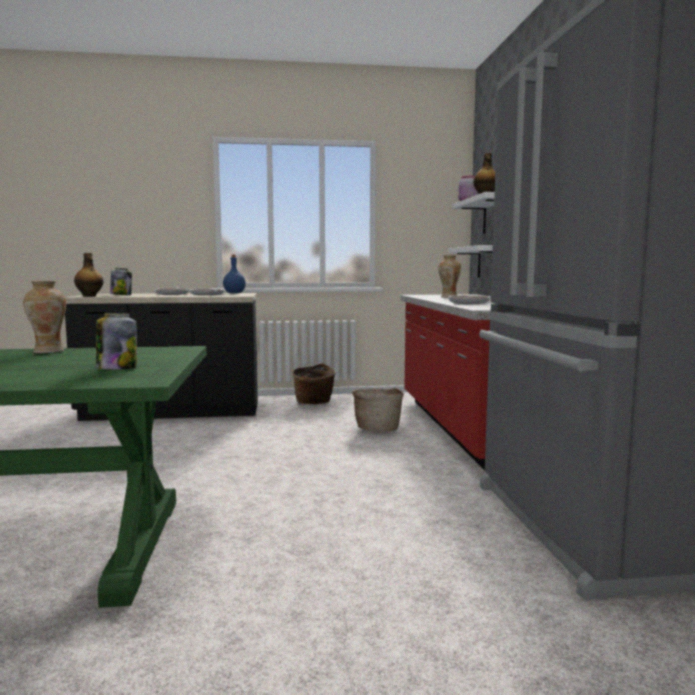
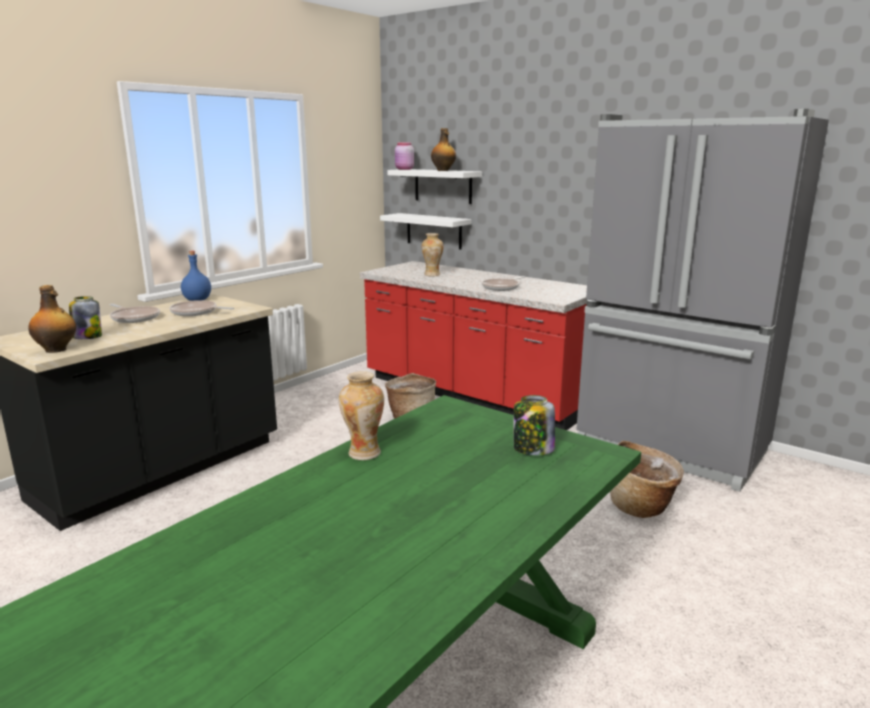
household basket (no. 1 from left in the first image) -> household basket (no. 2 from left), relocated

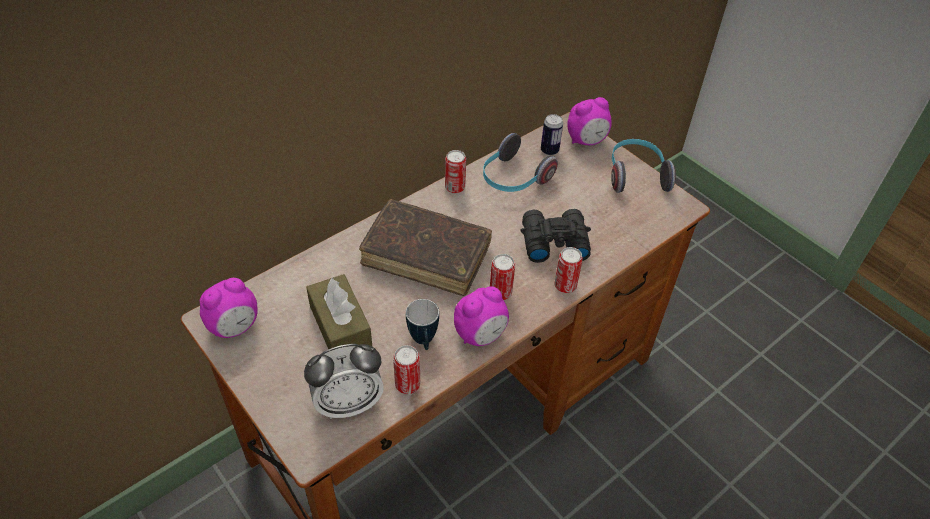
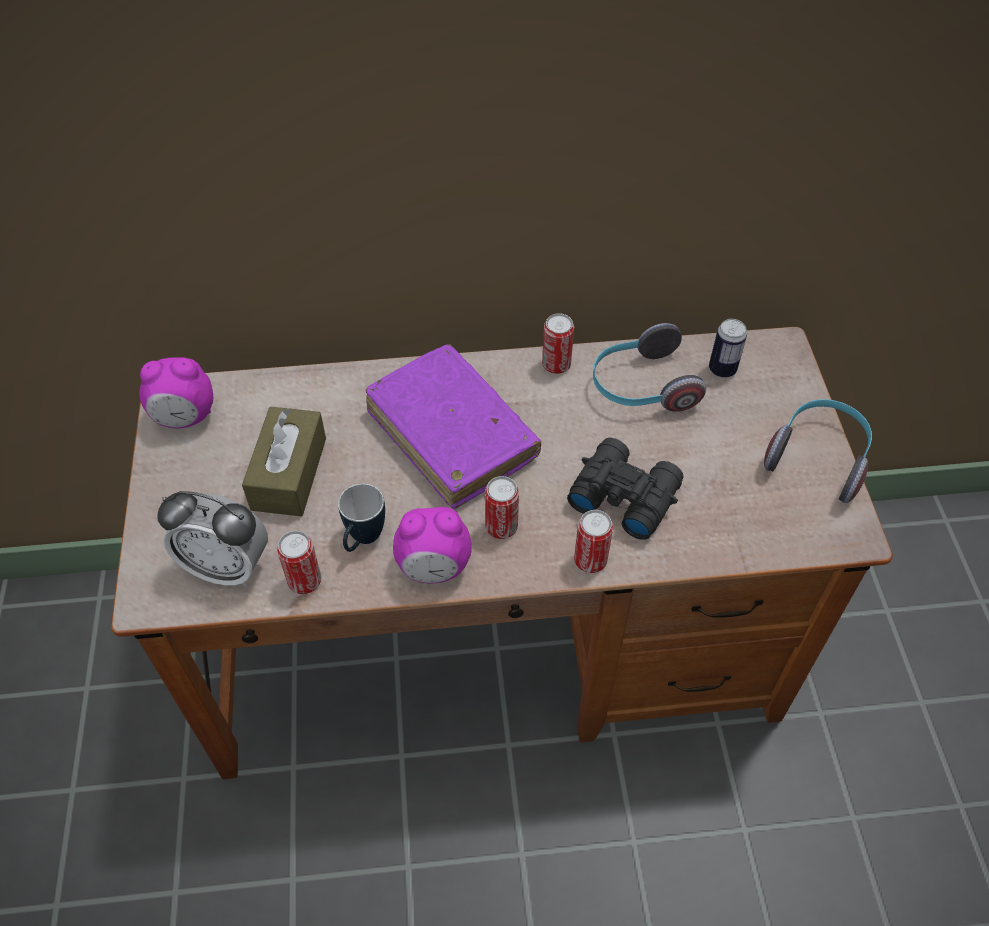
bedside clock (no. 4 from left) -> none
brown-coloured book -> purplish book

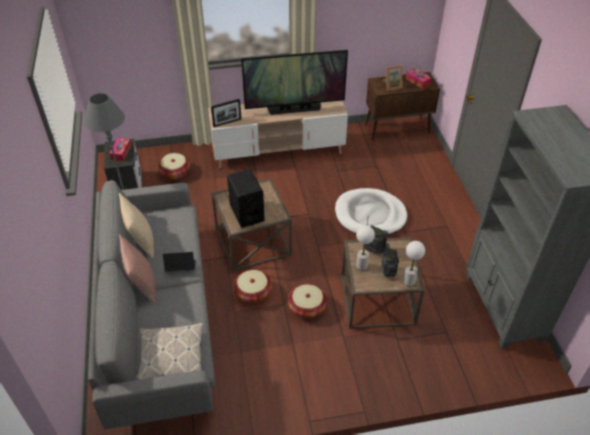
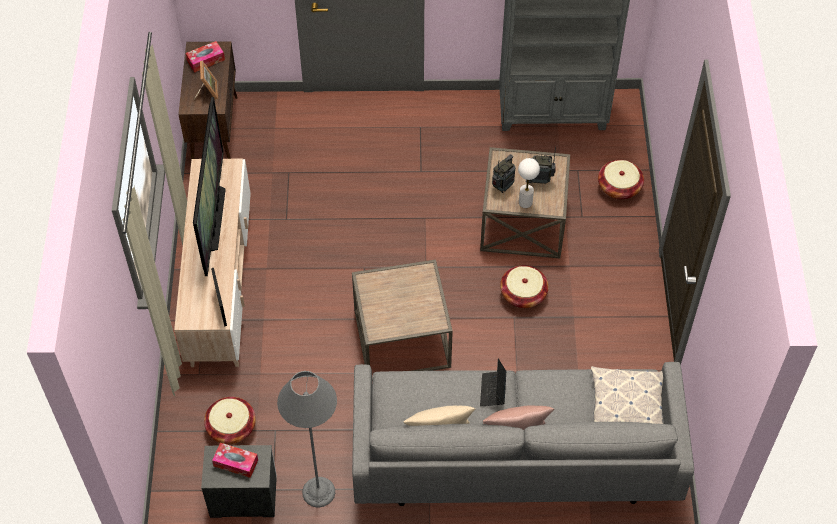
black-coloured speaker -> none
whitish pet bed -> none
whitish table lamp (no. 2 from left) -> none
household basket (no. 2 from left in the first image) -> household basket (no. 3 from left), relocated

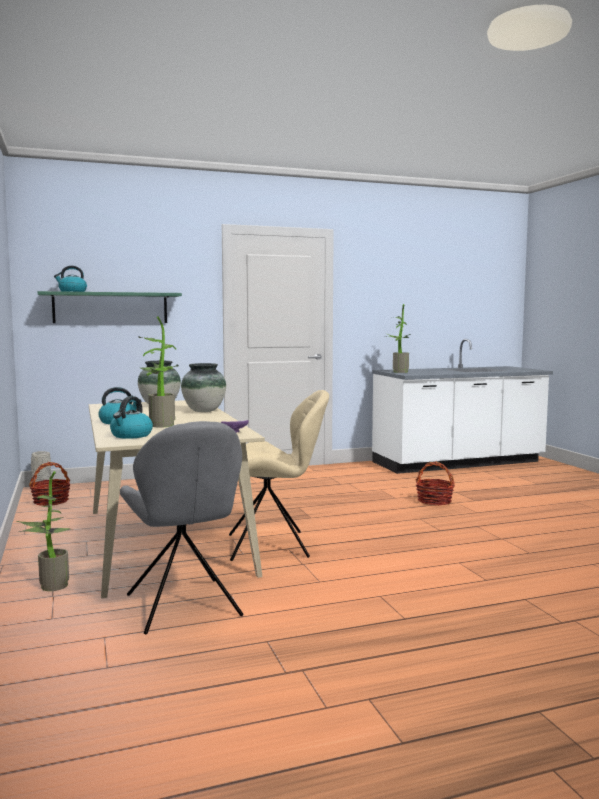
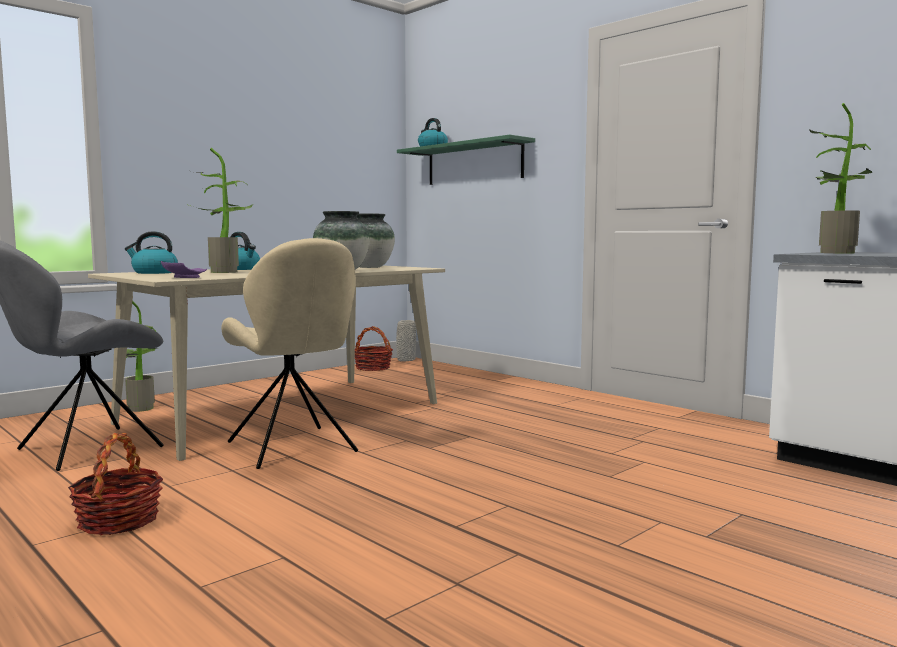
household basket (no. 2 from left in the first image) -> household basket (no. 1 from left), relocated

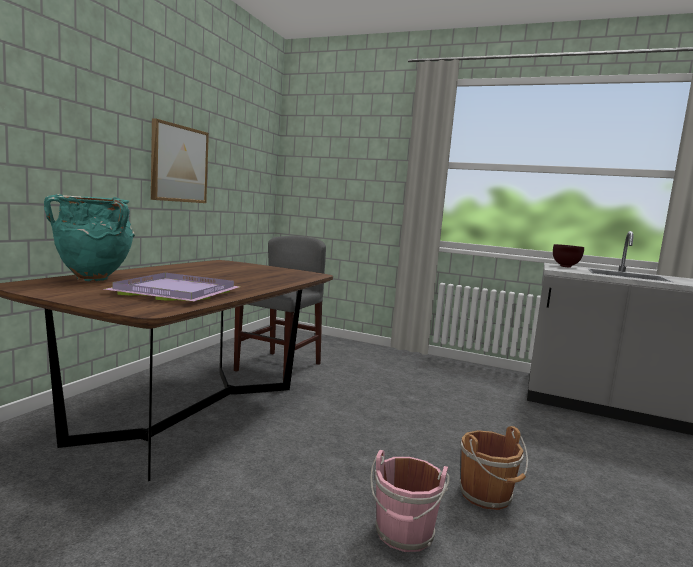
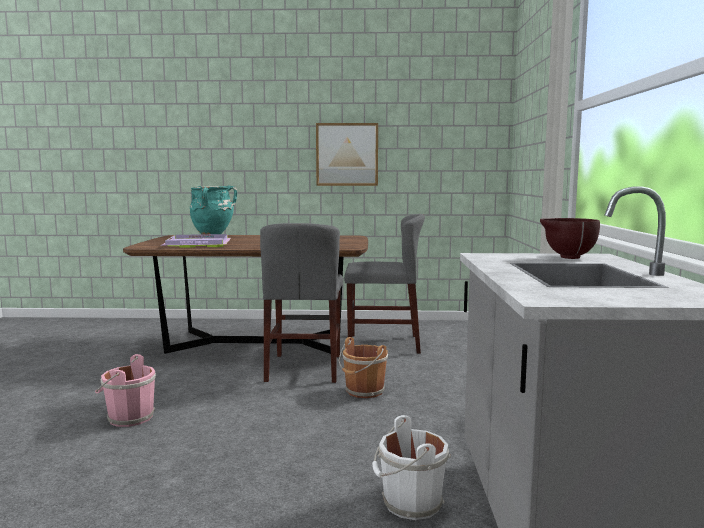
none -> gray chair (no. 1 from left)
none -> whitish pail
brown-coloured pail, relocated

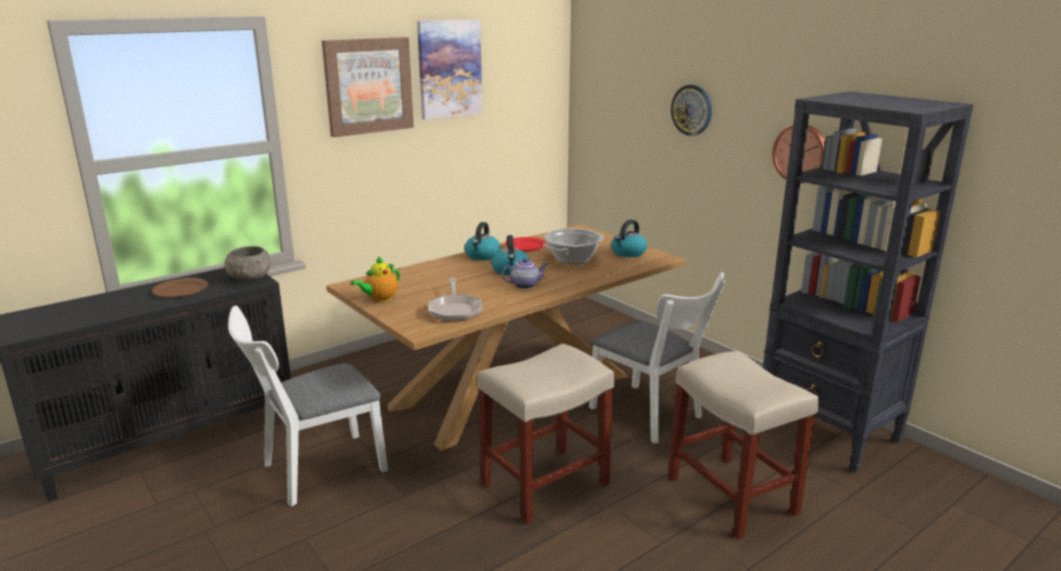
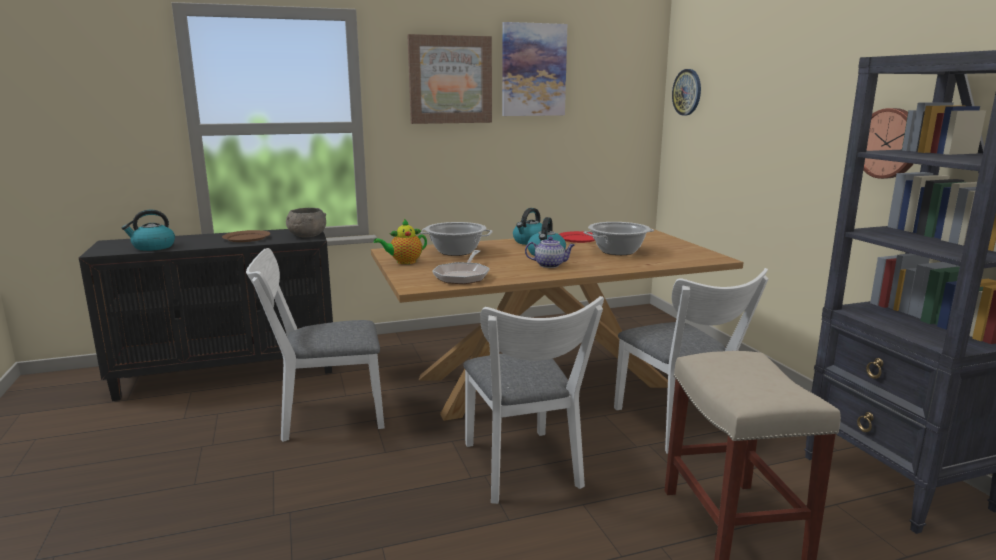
none -> cooking pot (no. 1 from left)
tea kettle (no. 3 from left in the first image) -> tea kettle (no. 1 from left), relocated
clock on the wall (no. 1 from left), relocated
sand-coloured stool seat (no. 1 from left) -> whitish chair (no. 2 from left)

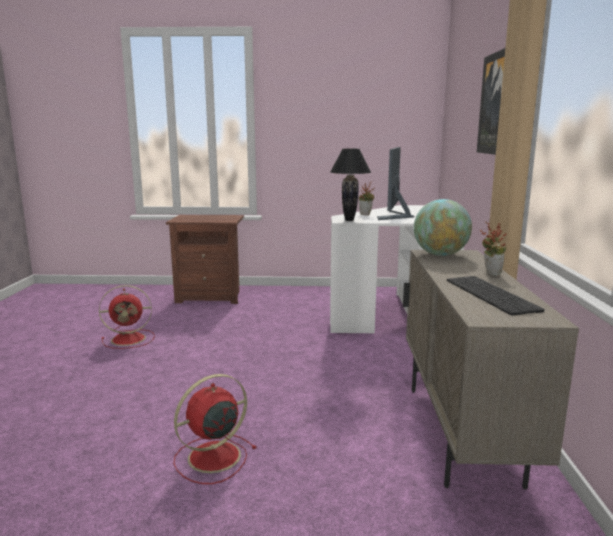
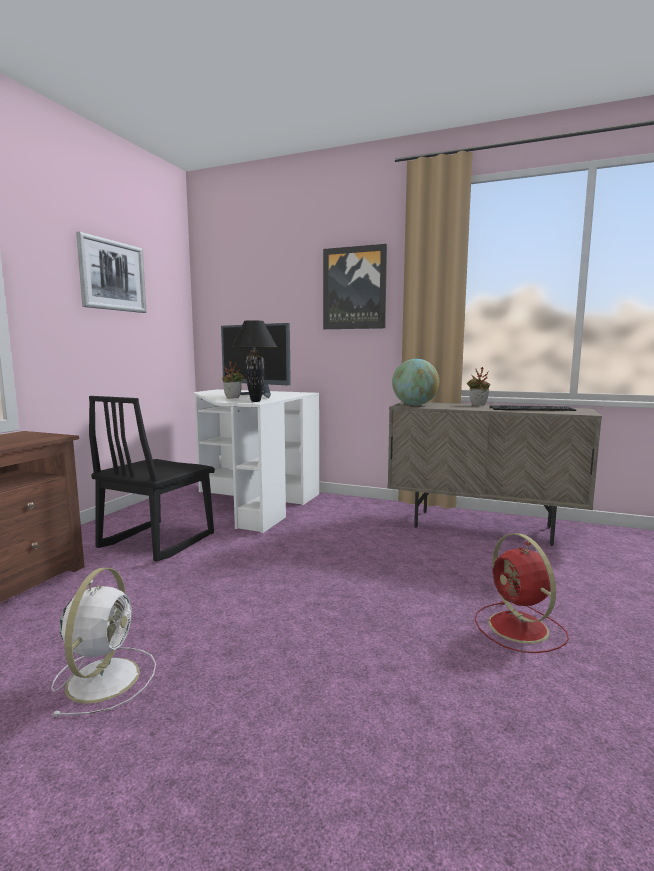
none -> wall picture (no. 1 from left)
none -> black-coloured chair
red cooling fan (no. 1 from left) -> whitish cooling fan

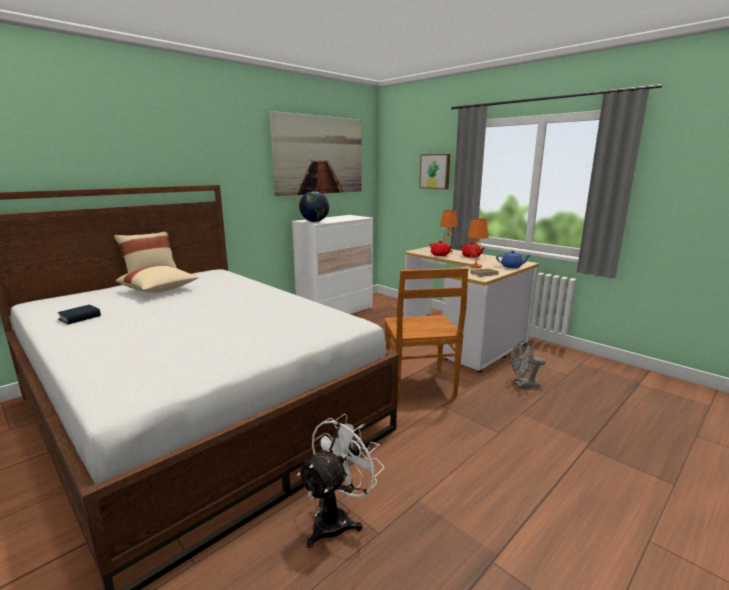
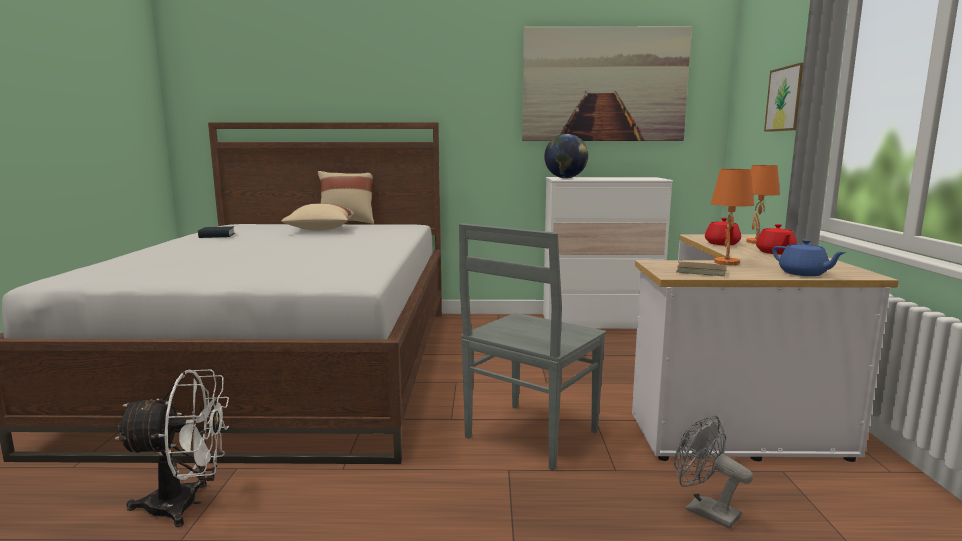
brown-coloured chair -> gray chair

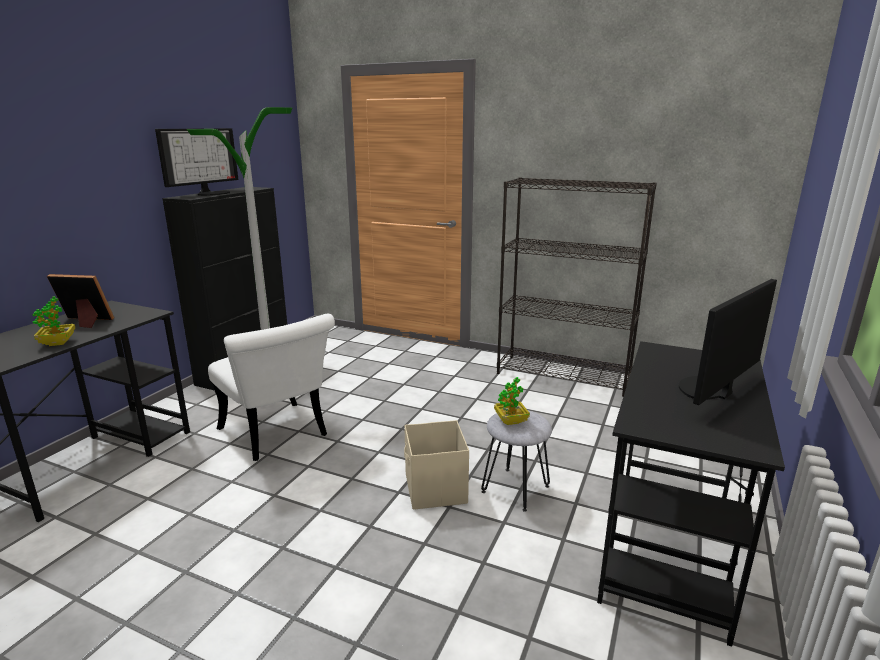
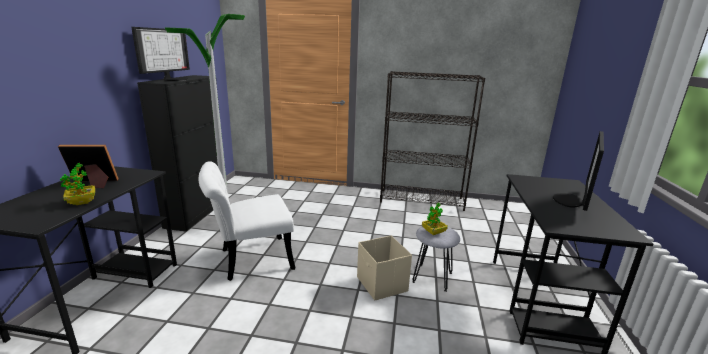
whitish chair, 120 degrees clockwise

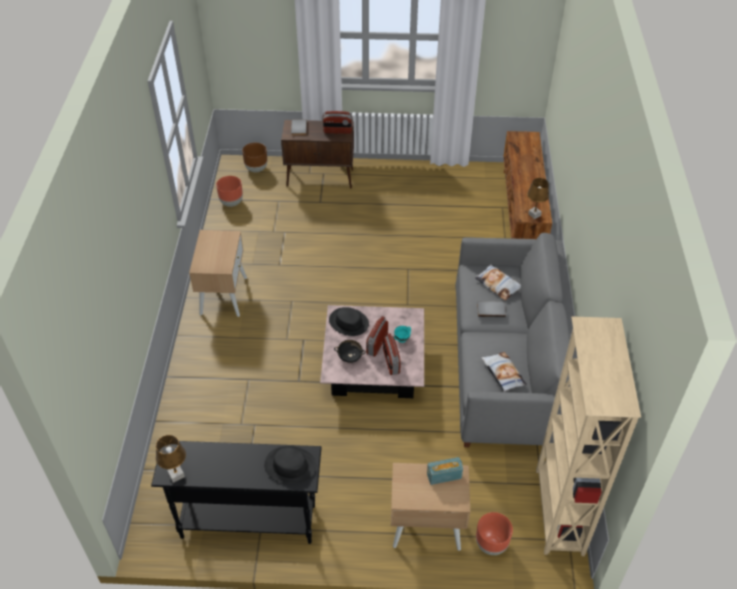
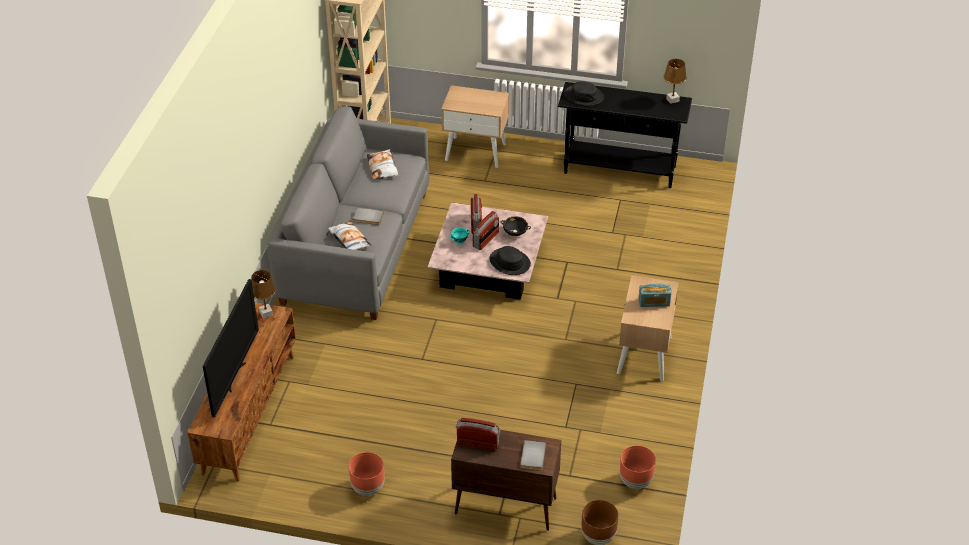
none -> television
radio (no. 4 from left), relocated
brown-coloured flower pot (no. 3 from left in the first image) -> brown-coloured flower pot (no. 1 from left), relocated

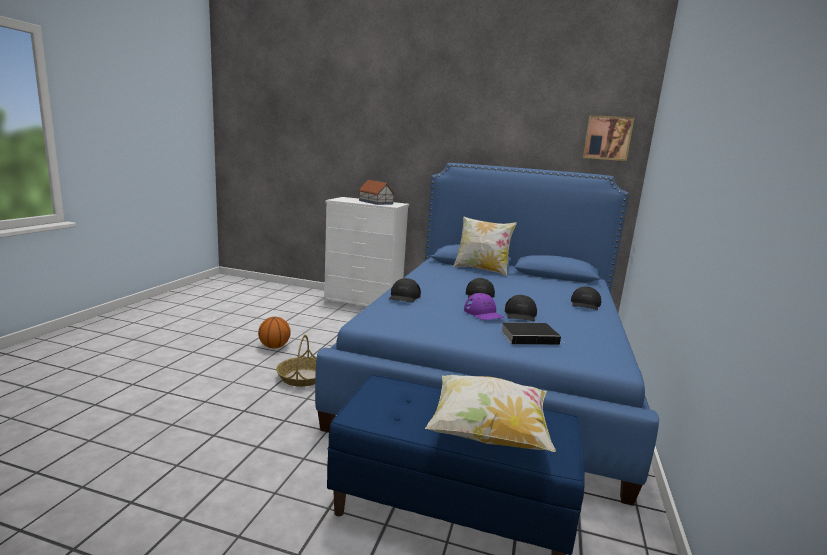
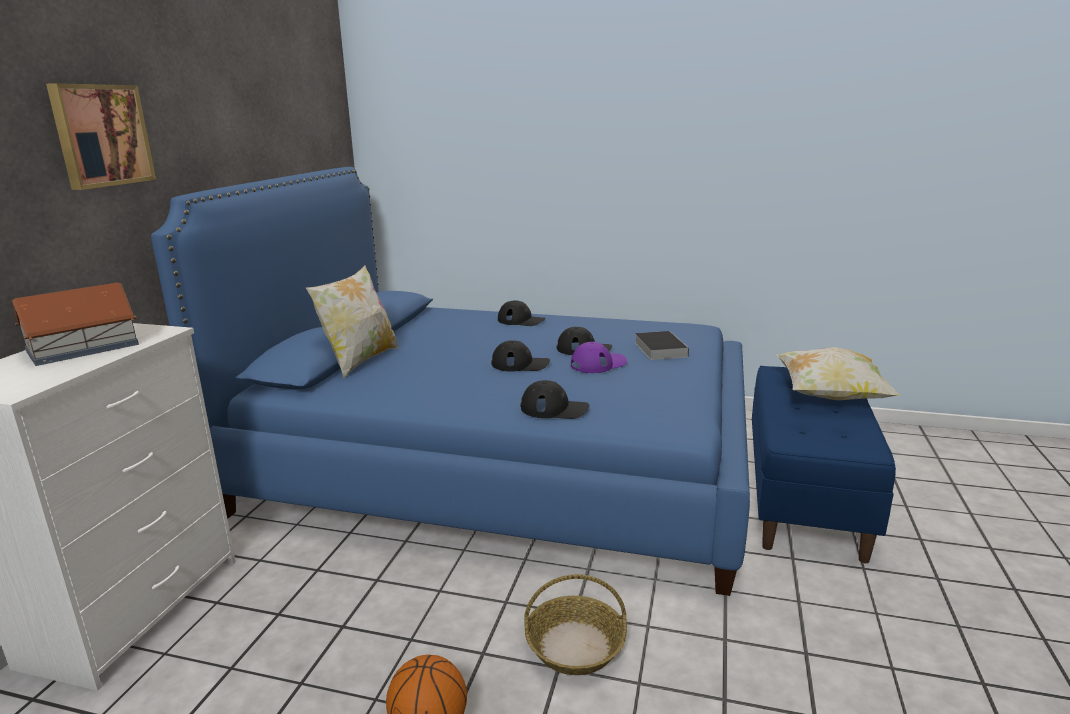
wall picture, relocated

